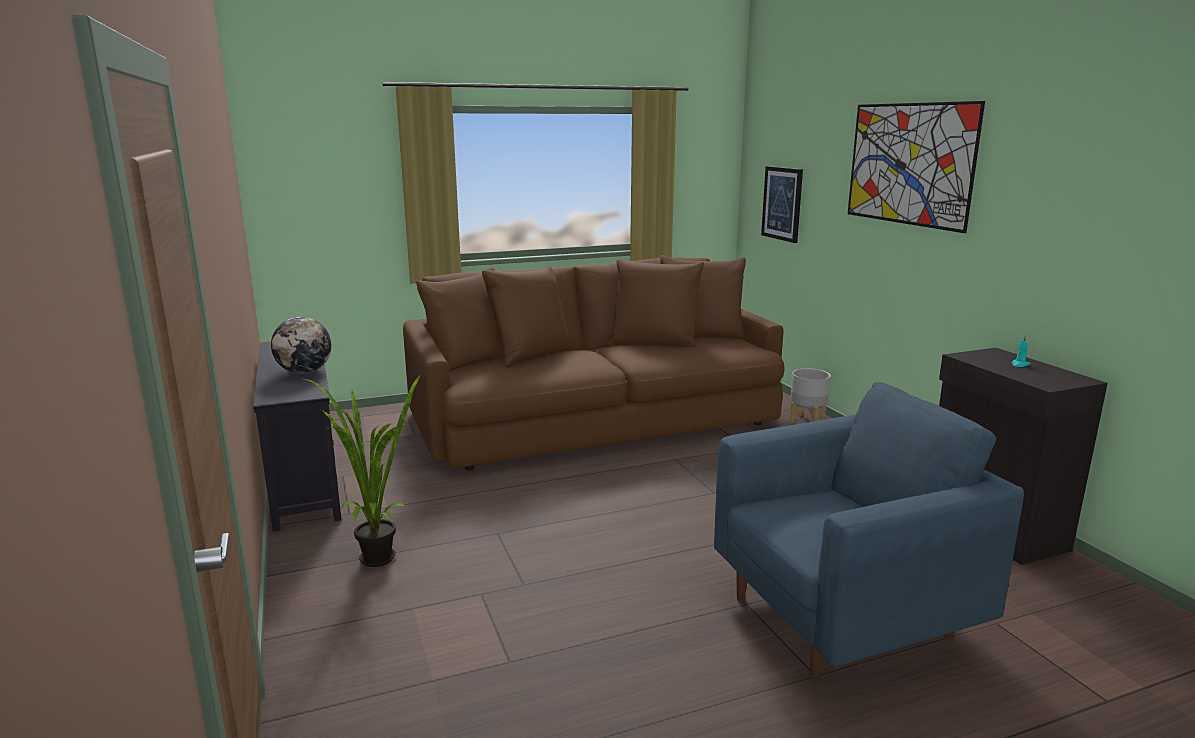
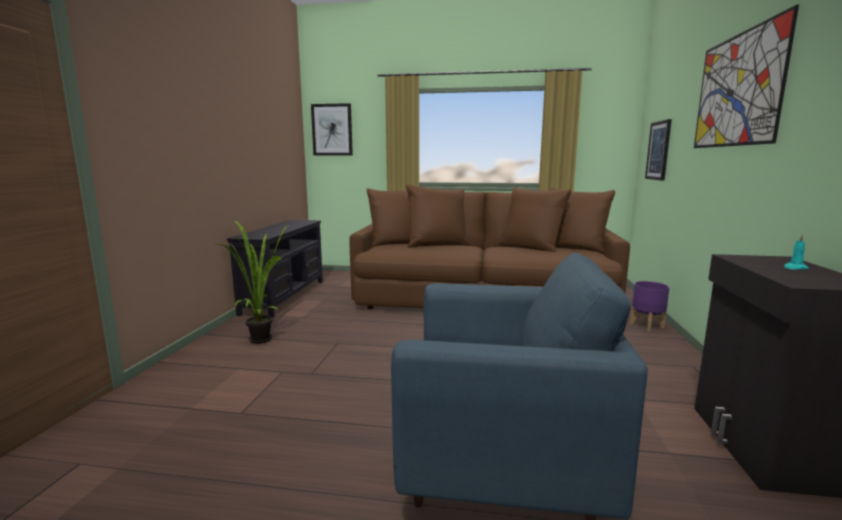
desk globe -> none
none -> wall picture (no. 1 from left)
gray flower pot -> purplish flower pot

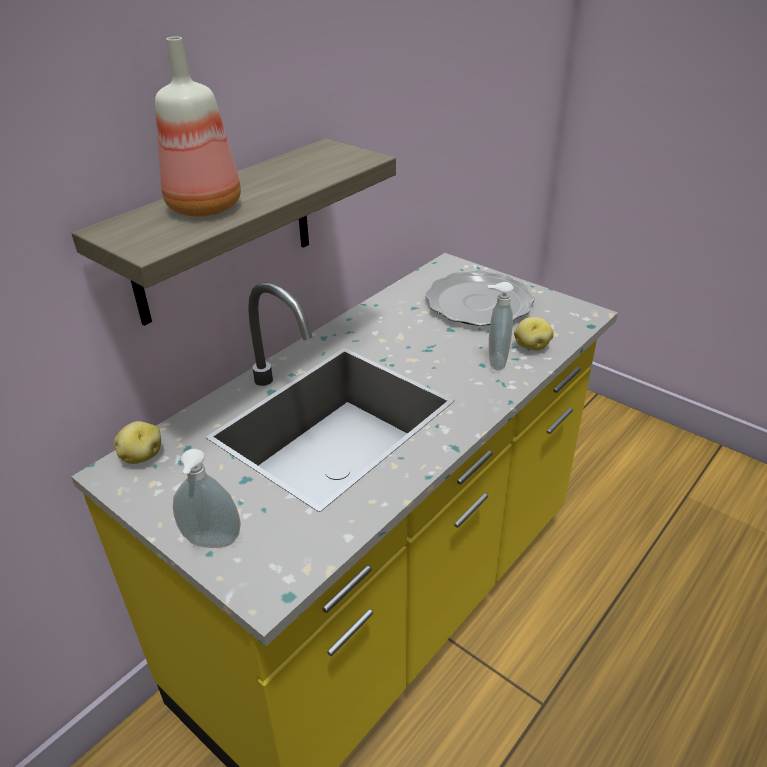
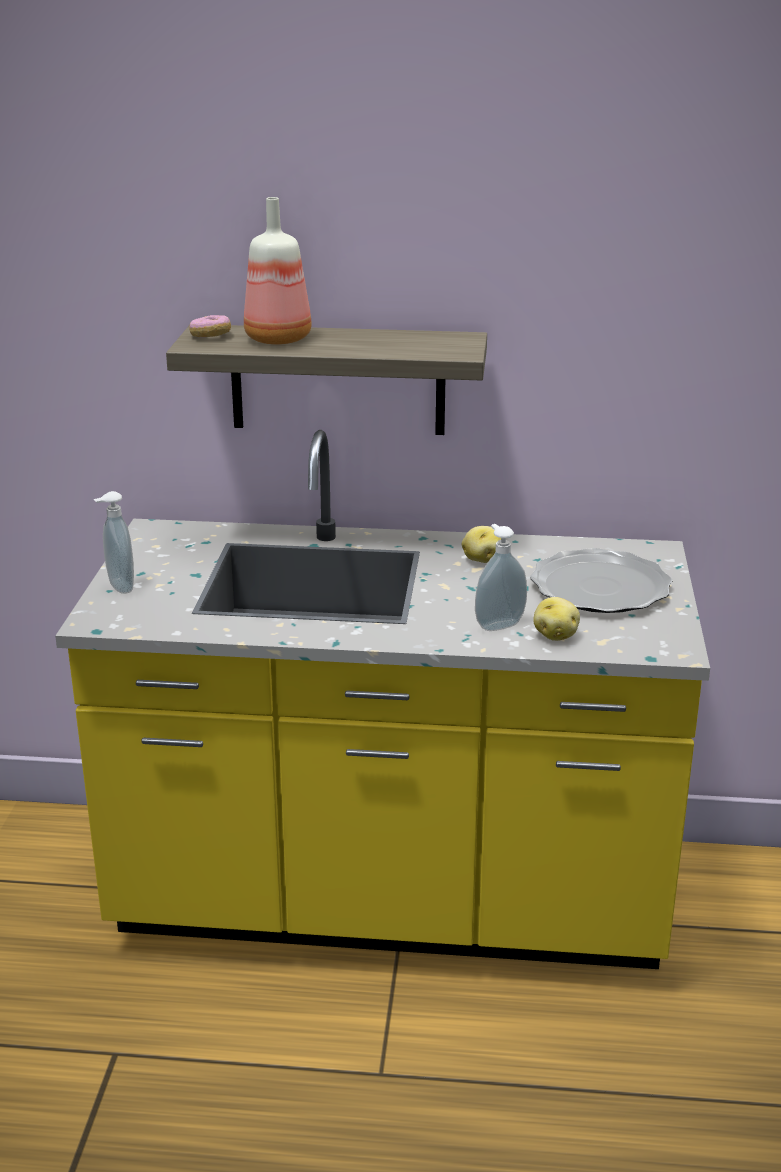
none -> doughnut
potato (no. 1 from left), relocated

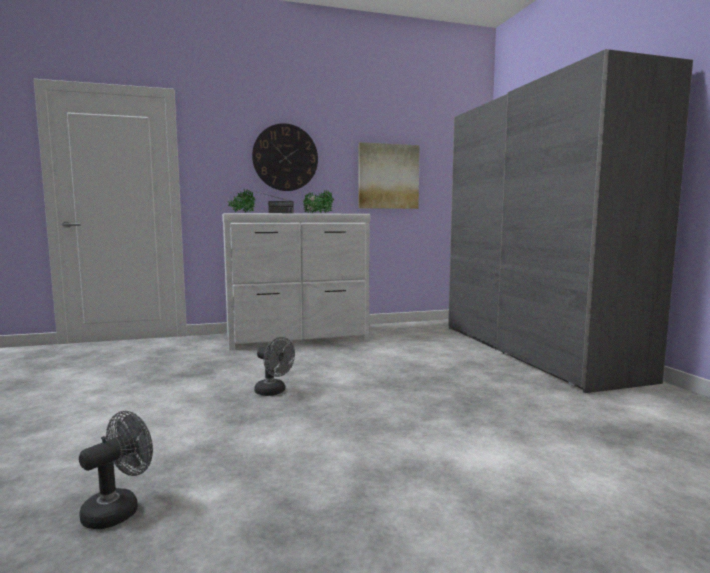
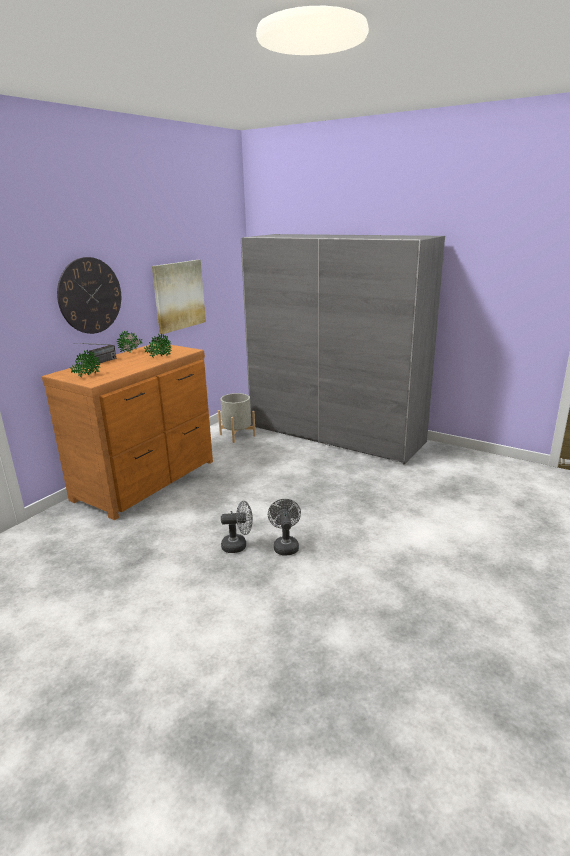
none -> gray flower pot
gray cooling fan (no. 1 from left in the first image) -> gray cooling fan (no. 2 from left), relocated
whitish chest of drawers -> brown-coloured chest of drawers

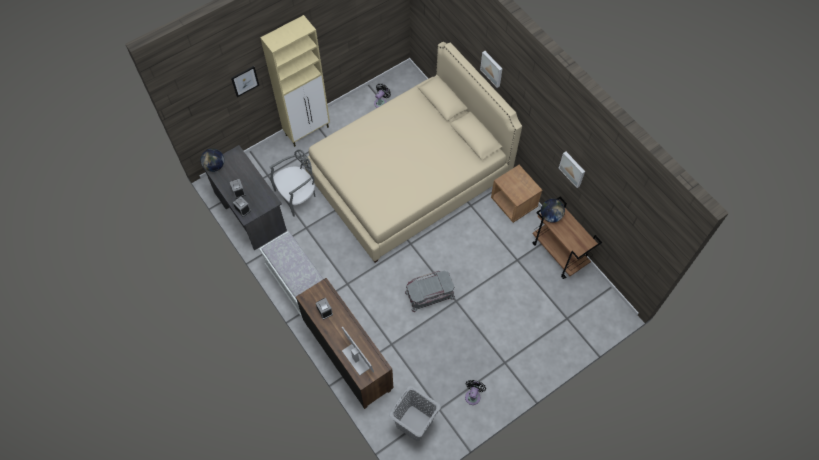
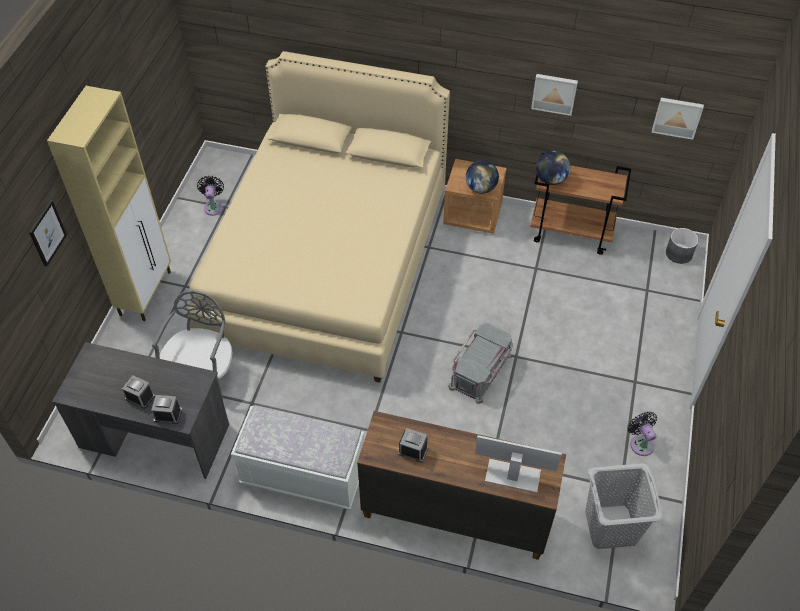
none -> gray flower pot
desk globe (no. 1 from left), relocated
wall picture (no. 2 from left in the first image) -> wall picture (no. 3 from left), relocated

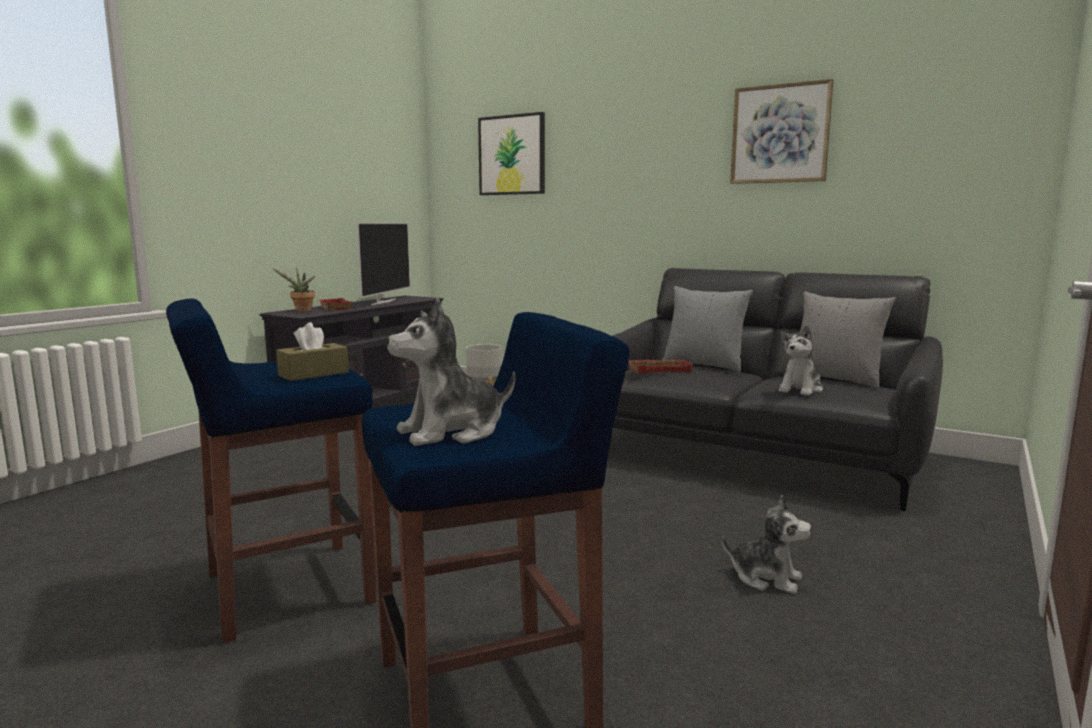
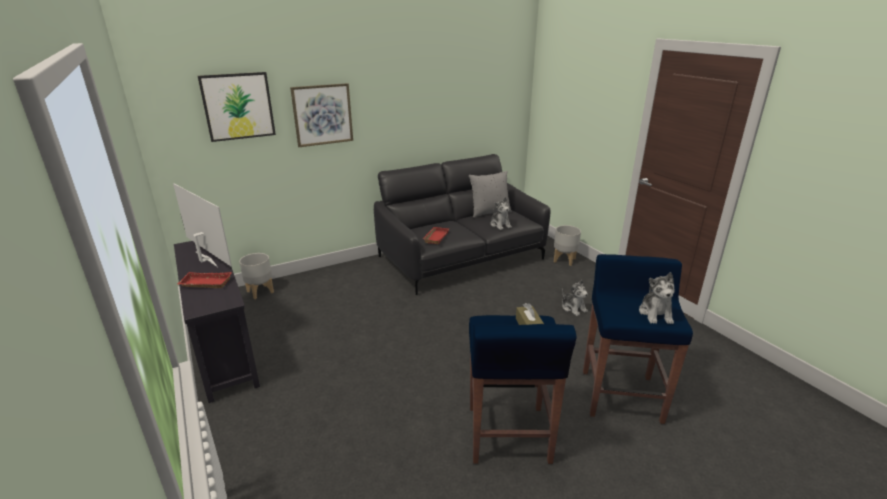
houseplant -> none
gray pillow (no. 1 from left) -> none
none -> gray flower pot (no. 2 from left)
wall picture (no. 2 from left), relocated
plush toy (no. 2 from left), 90 degrees clockwise

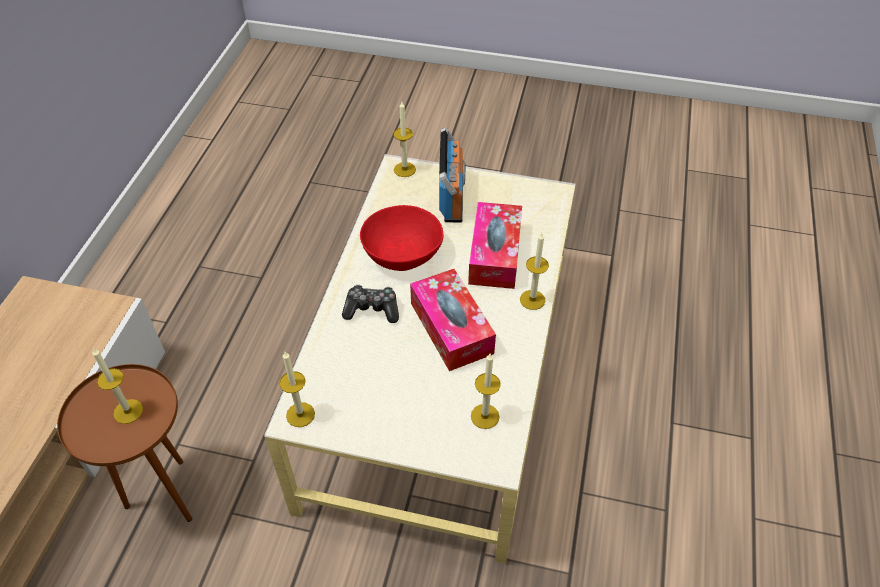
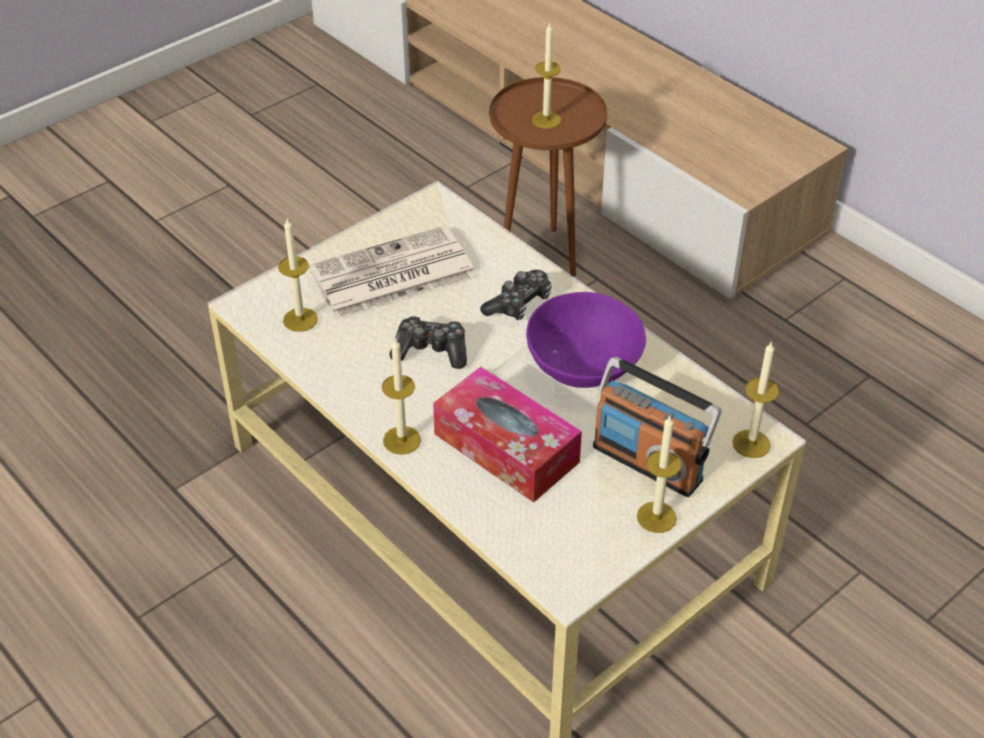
none -> newspaper
candle (no. 2 from left in the first image) -> candle (no. 4 from left), relocated
tissue holder (no. 1 from left) -> gamepad (no. 1 from left)
red deep dish -> purplish deep dish

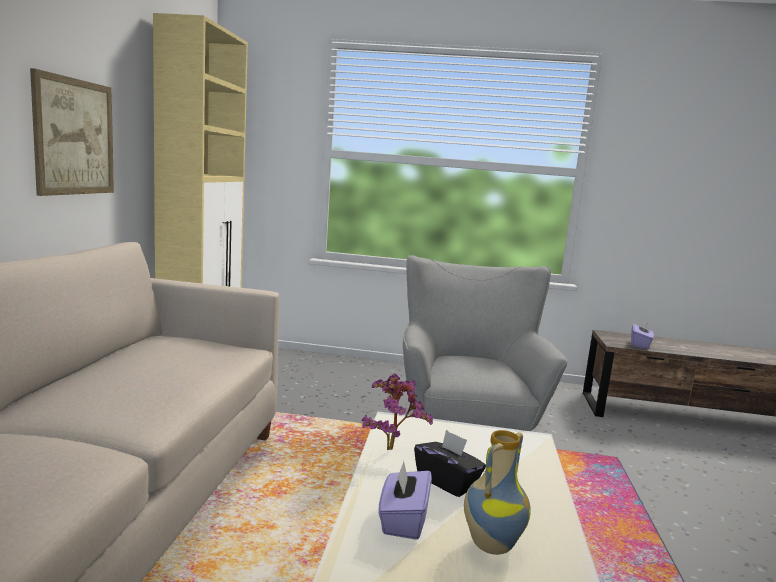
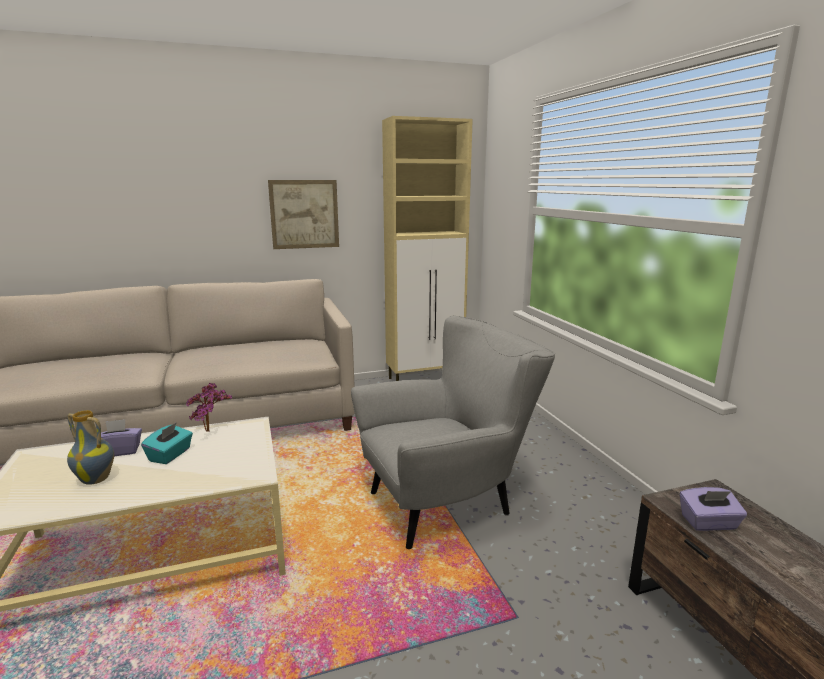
black-coloured tissue holder -> turquoise tissue holder

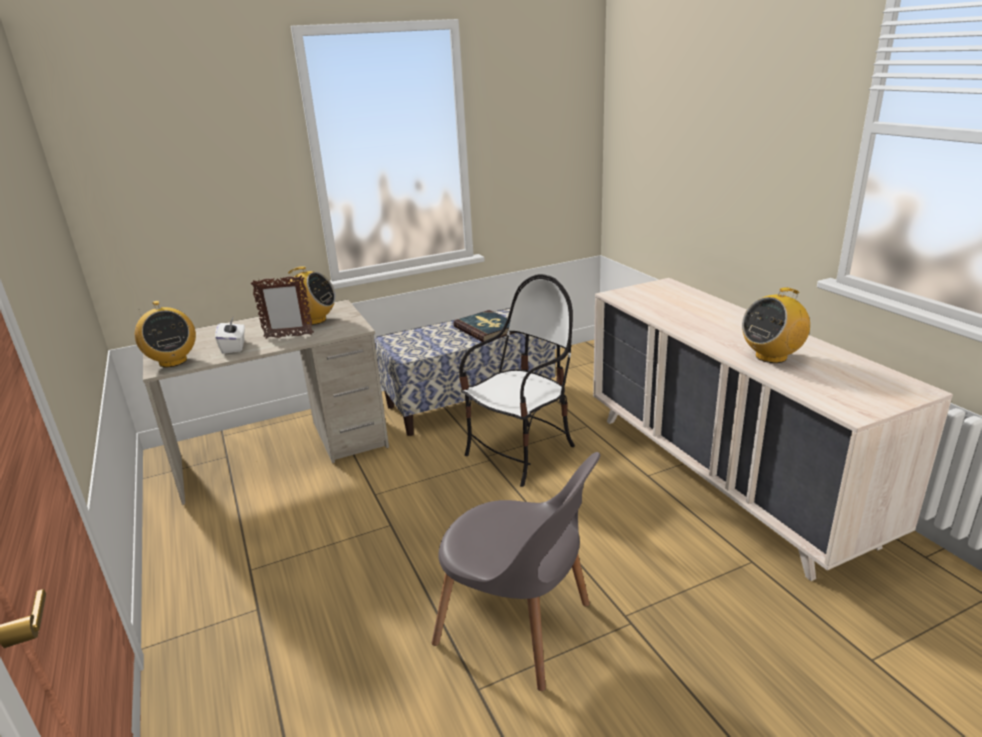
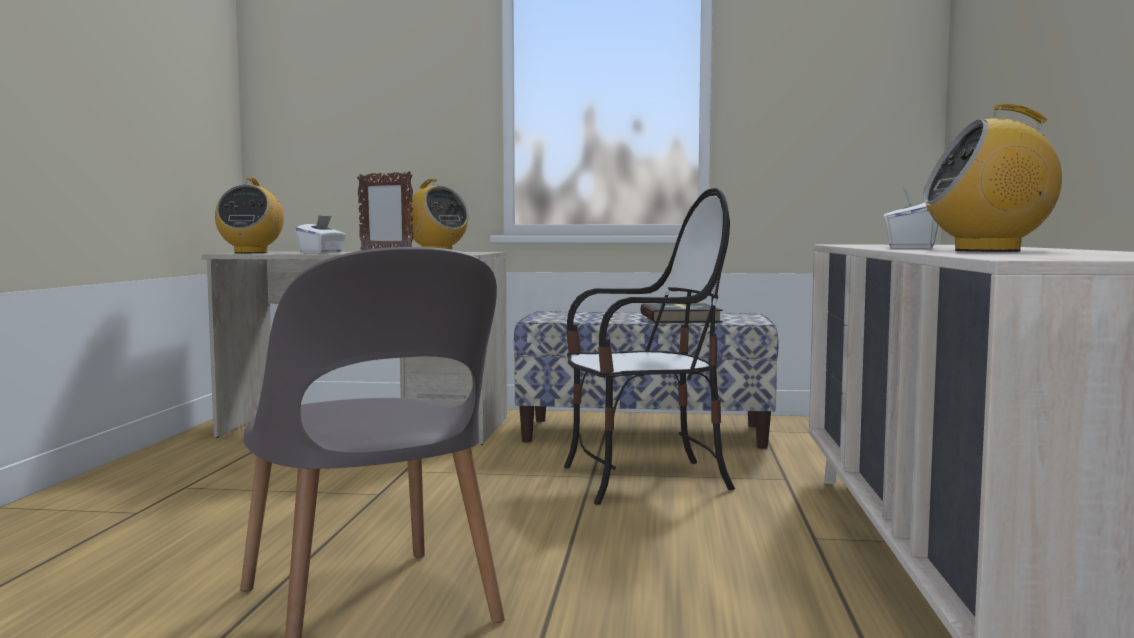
none -> whitish tissue holder (no. 2 from left)

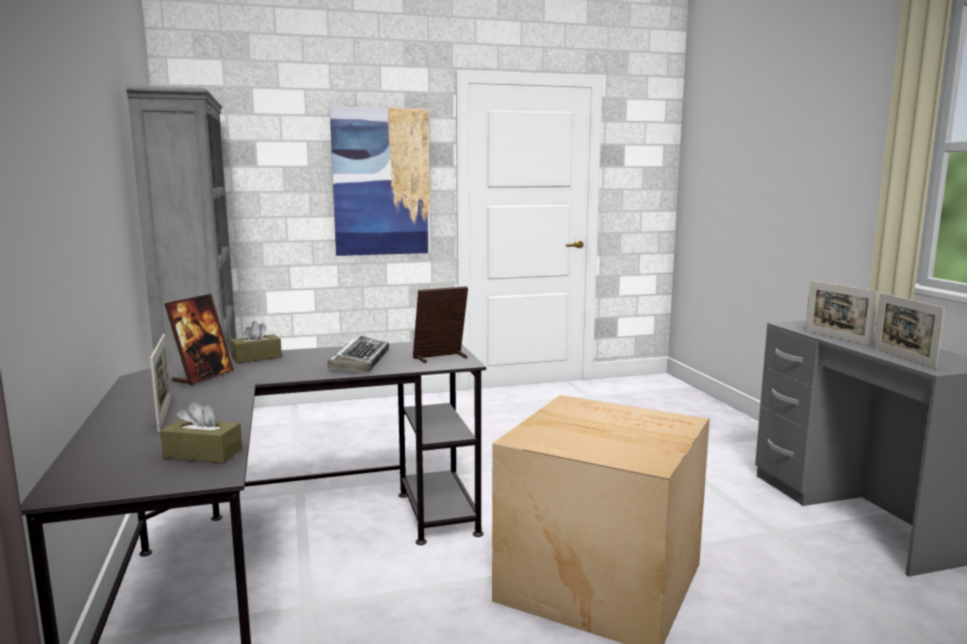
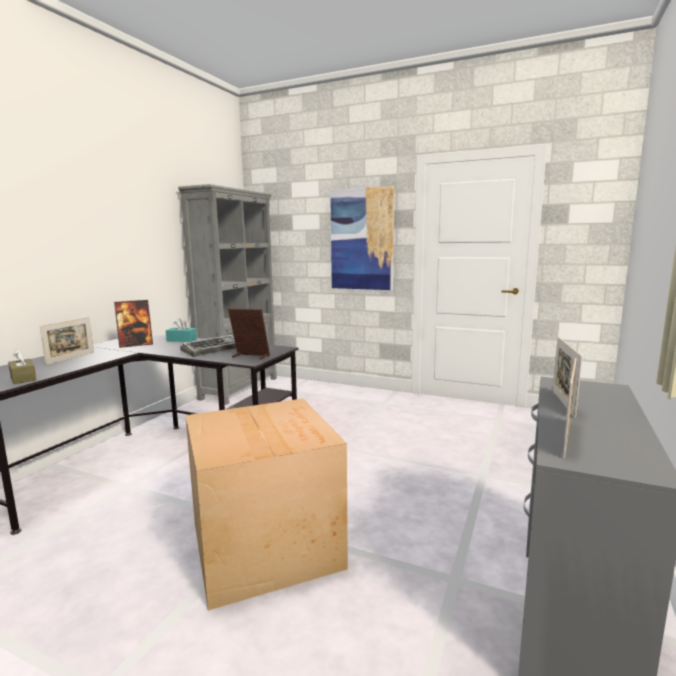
brown-coloured tissue holder (no. 2 from left) -> turquoise tissue holder

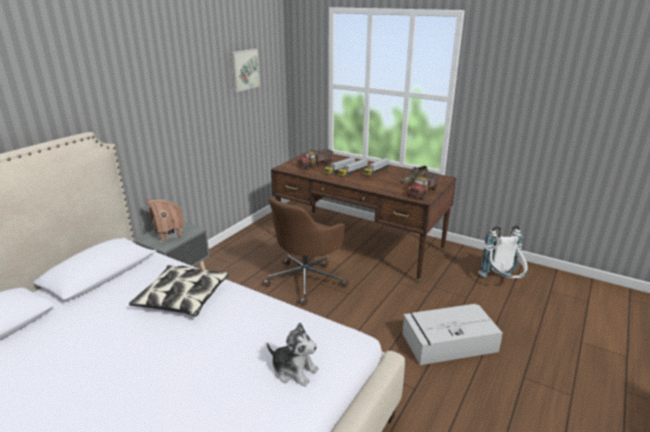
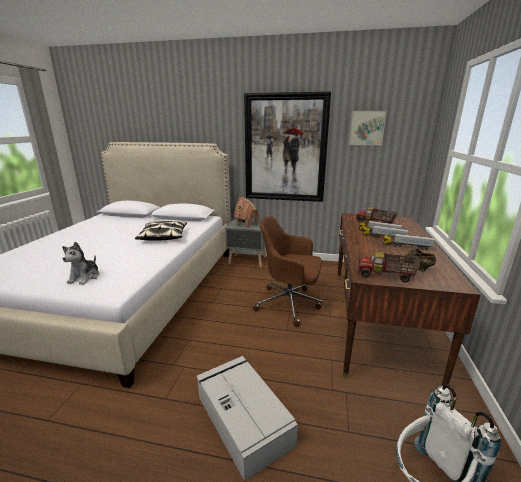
none -> wall picture (no. 1 from left)

